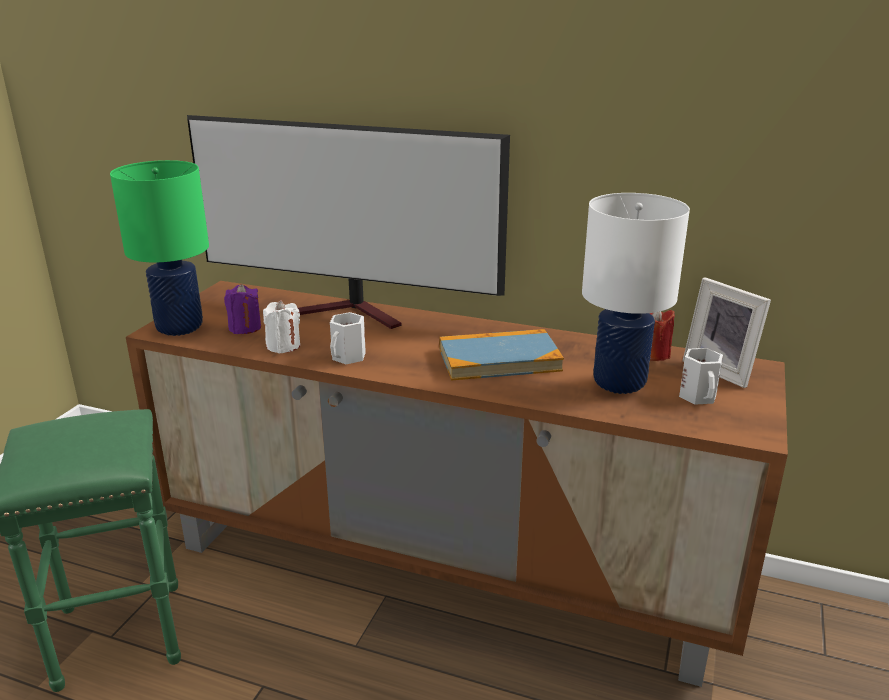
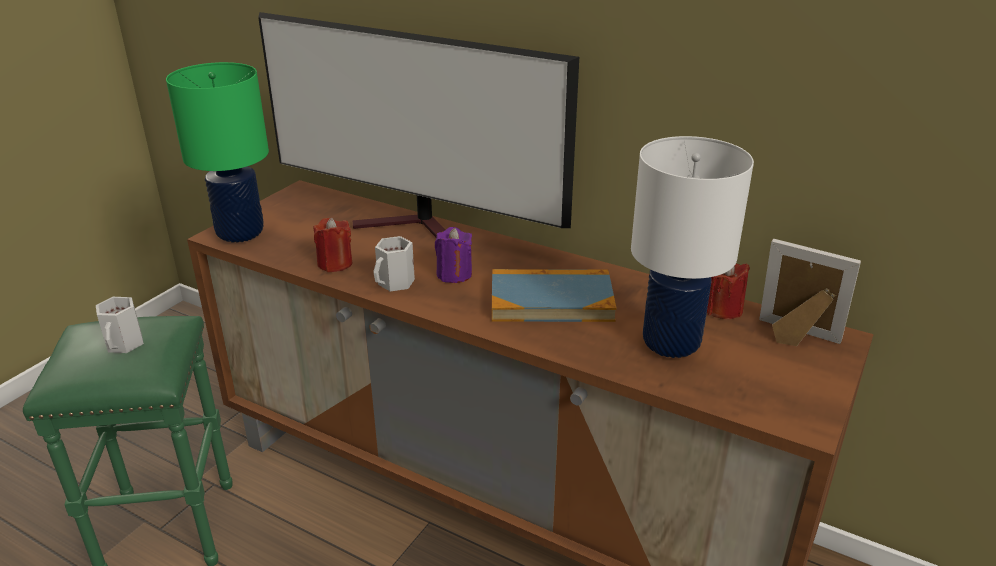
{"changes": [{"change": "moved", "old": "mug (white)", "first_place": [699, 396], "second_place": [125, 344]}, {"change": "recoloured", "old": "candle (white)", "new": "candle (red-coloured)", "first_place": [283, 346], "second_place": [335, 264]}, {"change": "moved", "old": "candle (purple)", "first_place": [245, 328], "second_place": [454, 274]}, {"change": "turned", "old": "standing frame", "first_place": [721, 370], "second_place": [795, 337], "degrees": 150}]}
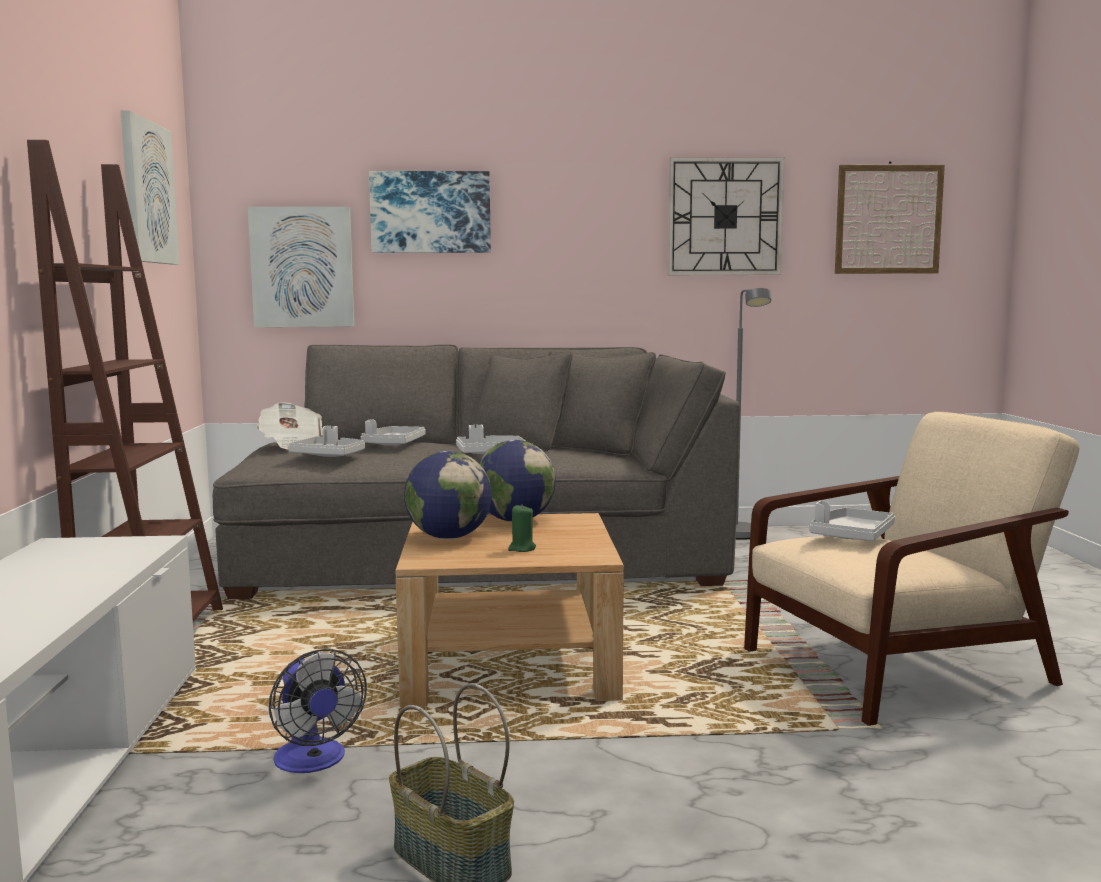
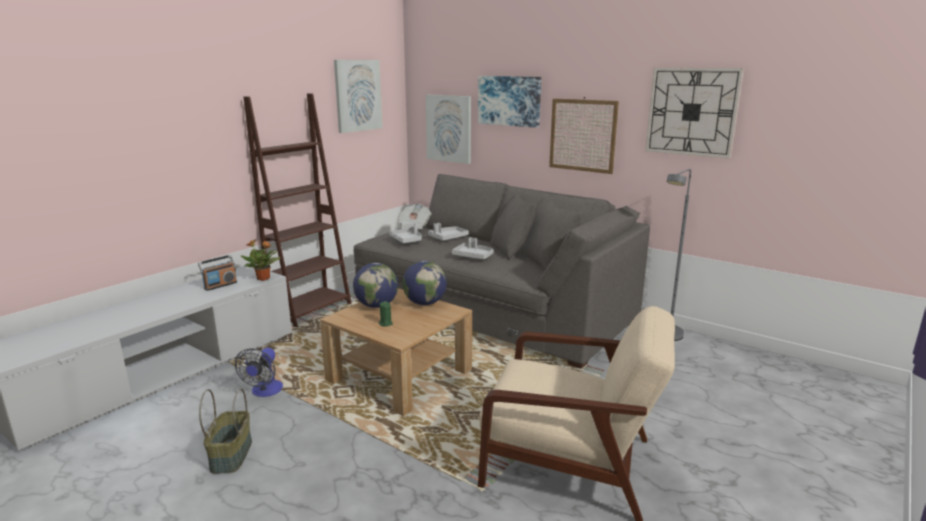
{"changes": [{"change": "added", "new": "radio receiver", "second_place": [220, 285]}, {"change": "added", "new": "houseplant", "second_place": [264, 278]}, {"change": "moved", "old": "wall art", "first_place": [888, 217], "second_place": [583, 134]}, {"change": "removed", "old": "serving tray (grey)", "first_place": [852, 536]}]}
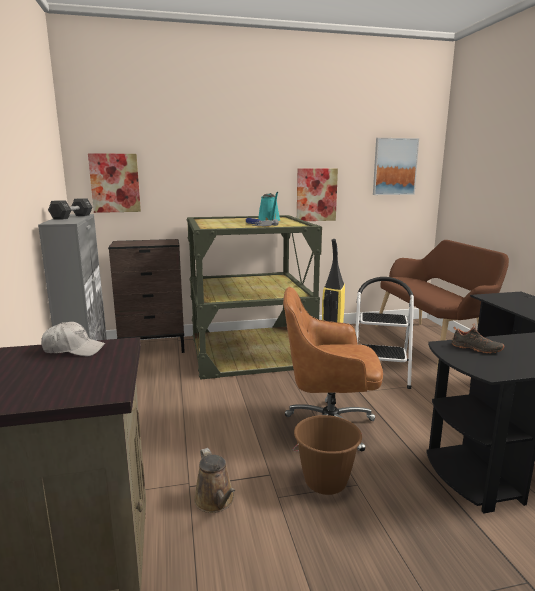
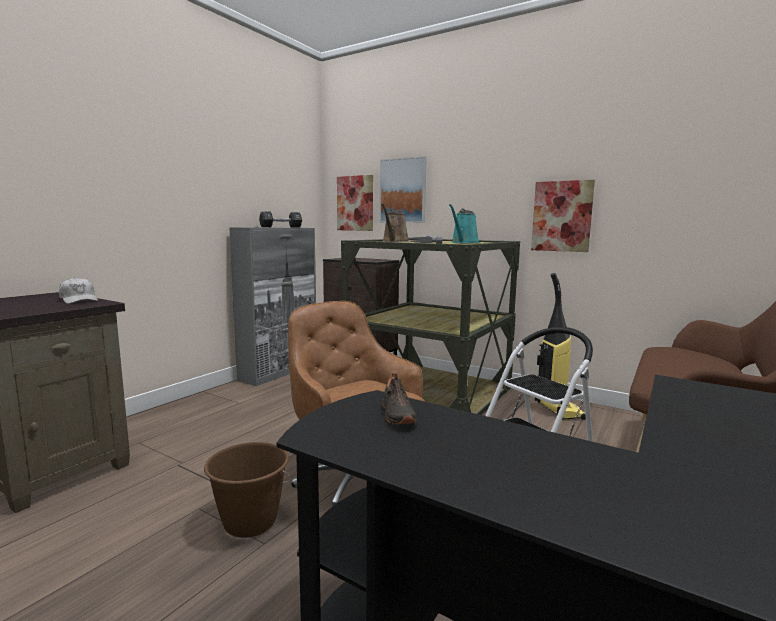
{"changes": [{"change": "moved", "old": "wall art", "first_place": [394, 166], "second_place": [403, 190]}, {"change": "moved", "old": "watering pot (brown)", "first_place": [216, 501], "second_place": [394, 241]}]}
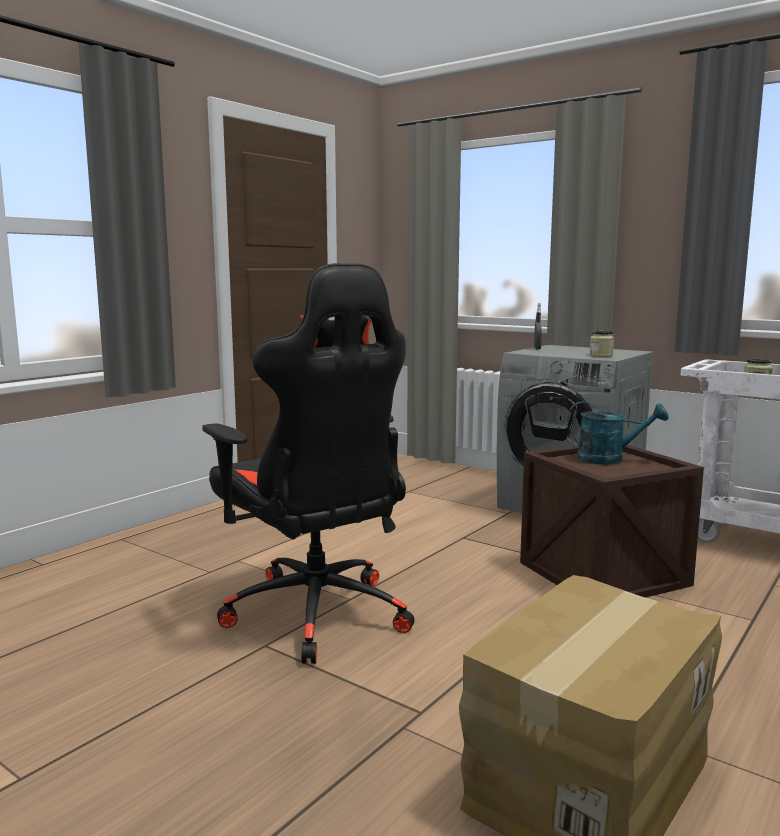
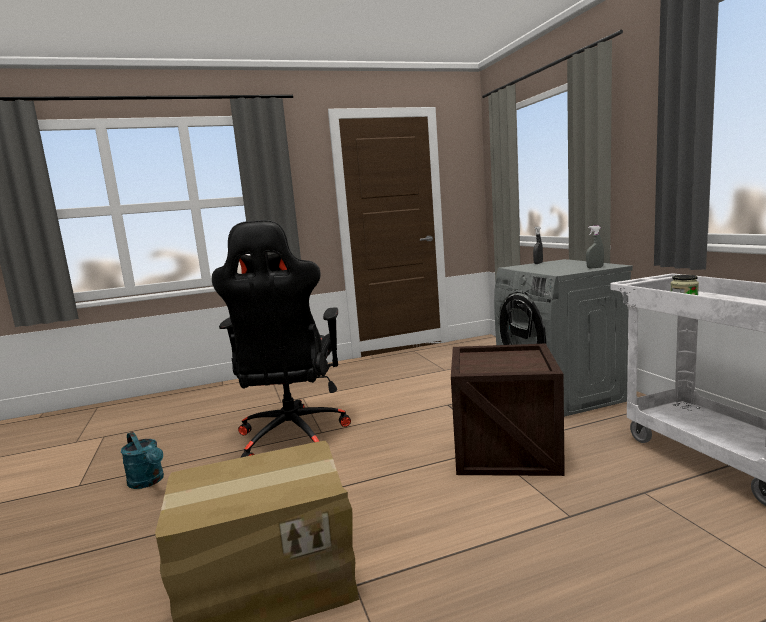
{"changes": [{"change": "moved", "old": "watering pot (turquoise-coloured)", "first_place": [609, 459], "second_place": [148, 482]}, {"change": "added", "new": "sprayer (grey)", "second_place": [595, 268]}, {"change": "removed", "old": "preserve jar", "first_place": [601, 355]}]}
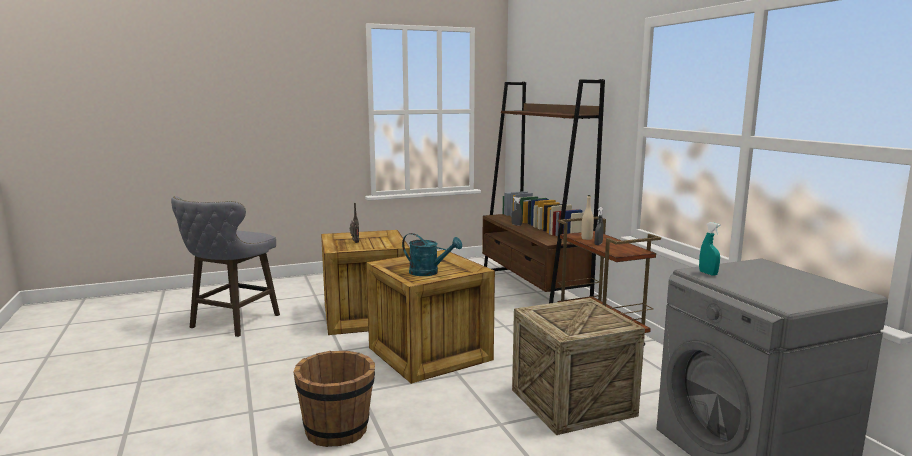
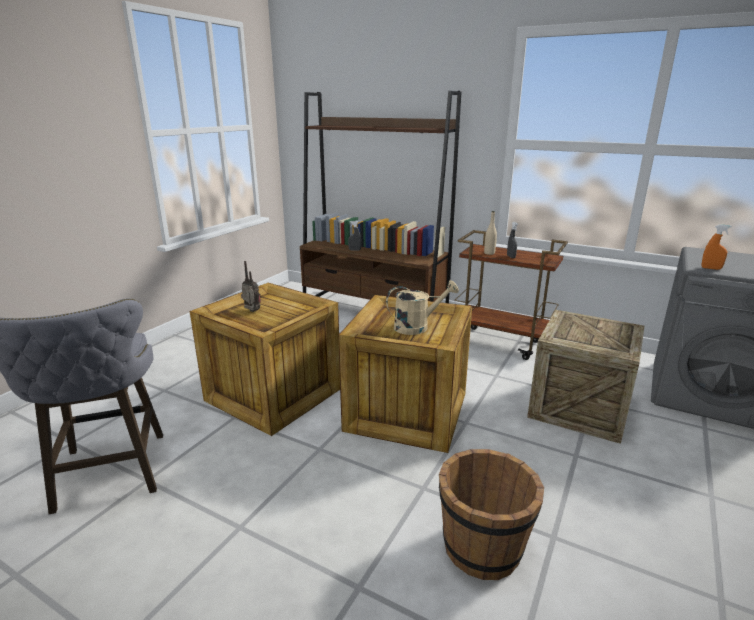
{"changes": [{"change": "recoloured", "old": "watering pot (turquoise-coloured)", "new": "watering pot (sand-coloured)", "first_place": [429, 272], "second_place": [417, 326]}, {"change": "recoloured", "old": "sprayer (turquoise-coloured)", "new": "sprayer (orange-coloured)", "first_place": [708, 273], "second_place": [711, 268]}]}
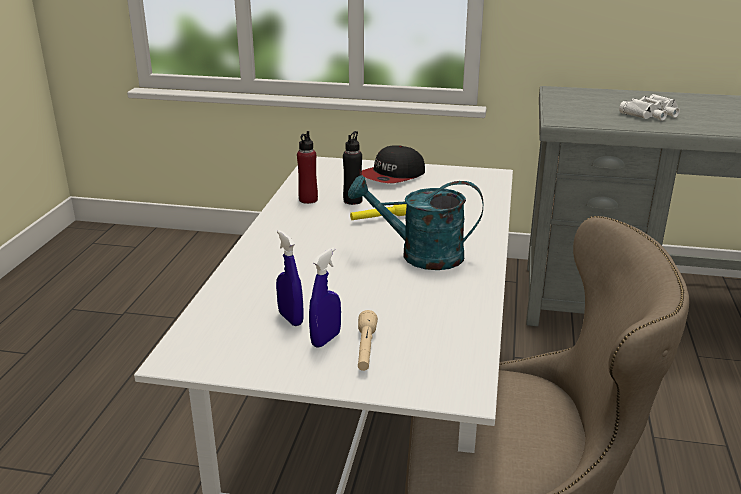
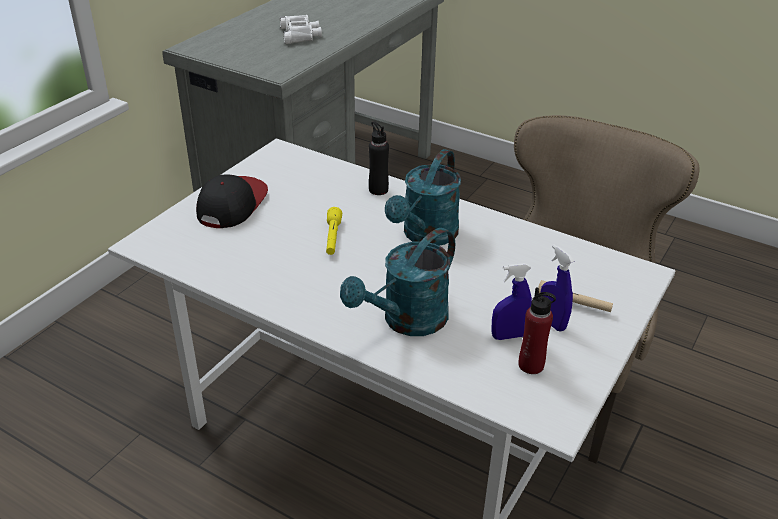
{"changes": [{"change": "turned", "old": "cap", "first_place": [392, 176], "second_place": [232, 204], "degrees": -135}, {"change": "added", "new": "watering pot (turquoise-coloured)", "second_place": [406, 321]}, {"change": "moved", "old": "beverage bottle (blackish)", "first_place": [353, 200], "second_place": [378, 190]}, {"change": "moved", "old": "beverage bottle (red-coloured)", "first_place": [308, 200], "second_place": [531, 365]}]}
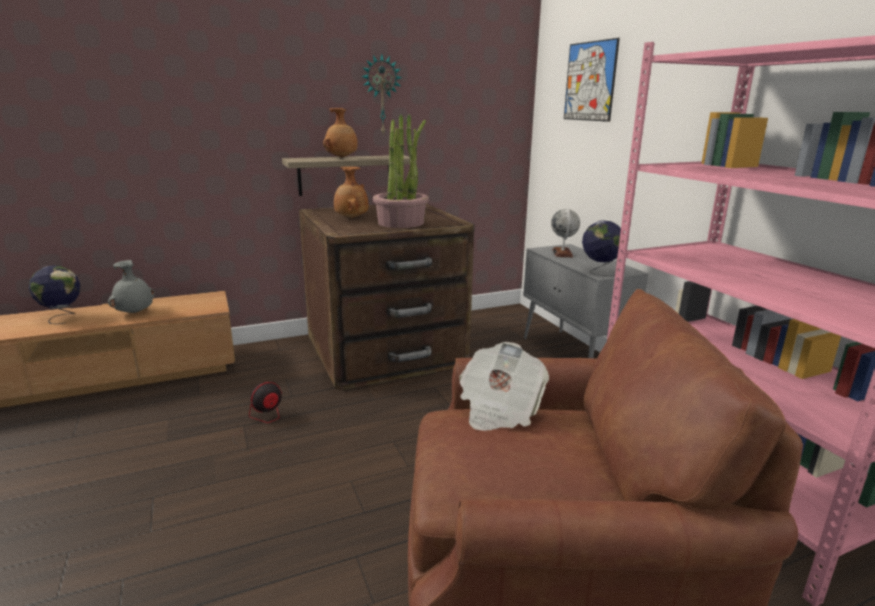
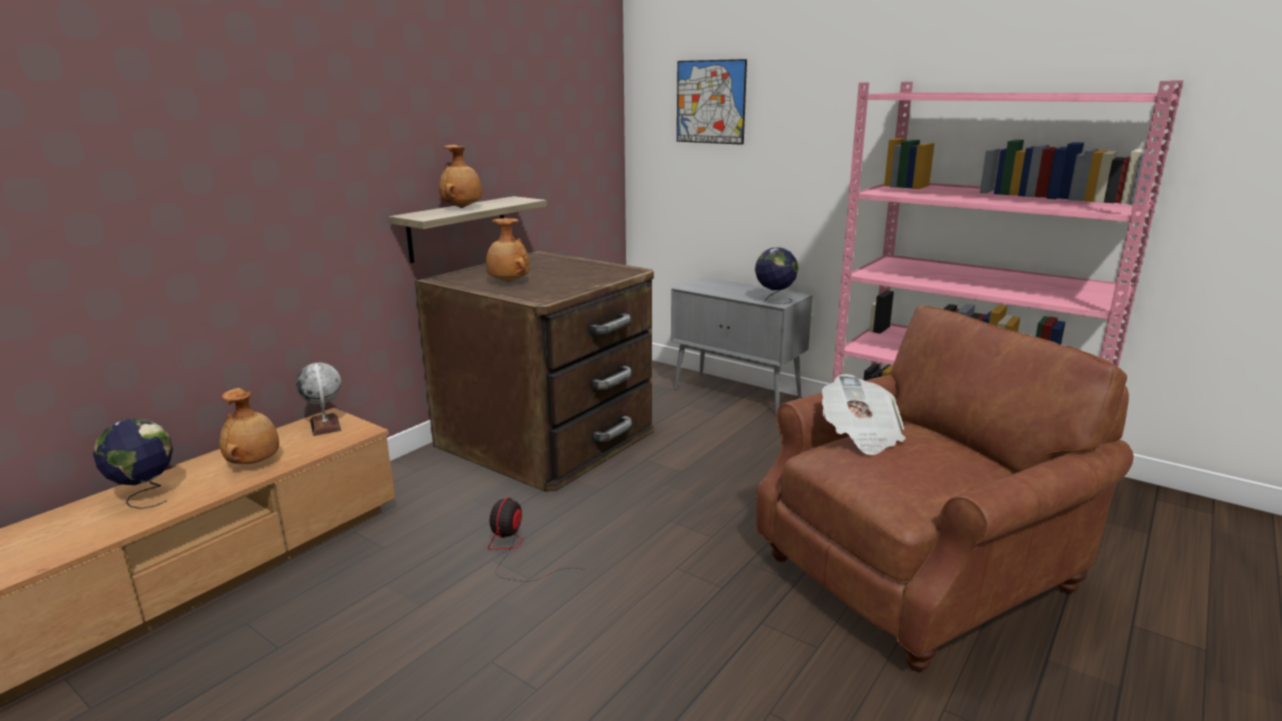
{"changes": [{"change": "recoloured", "old": "decorative vase (grey)", "new": "decorative vase (brown)", "first_place": [135, 313], "second_place": [255, 462]}, {"change": "moved", "old": "desk globe", "first_place": [562, 253], "second_place": [325, 425]}, {"change": "removed", "old": "clock on the wall", "first_place": [381, 95]}, {"change": "removed", "old": "houseplant", "first_place": [401, 223]}]}
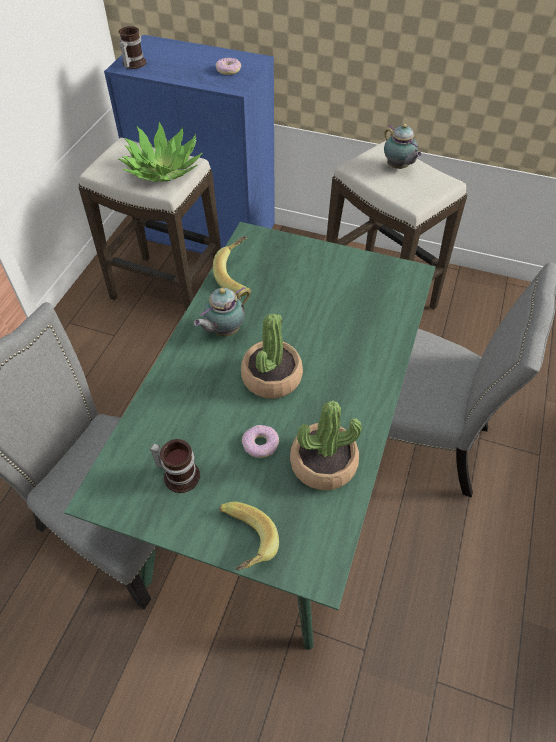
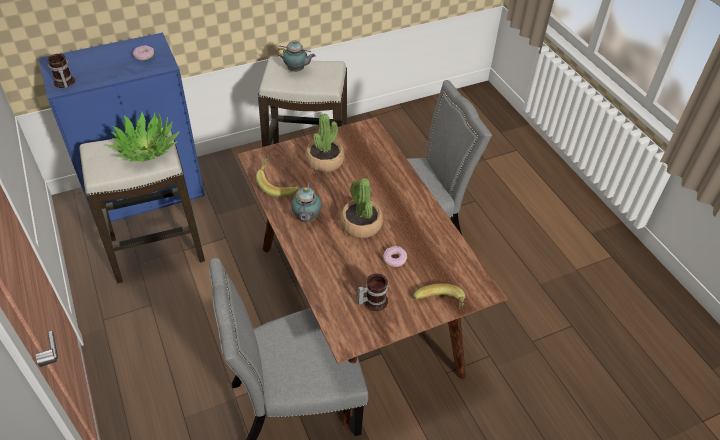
{"changes": [{"change": "recoloured", "old": "dining table (green)", "new": "dining table (brown)", "first_place": [276, 473], "second_place": [354, 308]}, {"change": "moved", "old": "houseplant", "first_place": [323, 463], "second_place": [325, 161]}]}
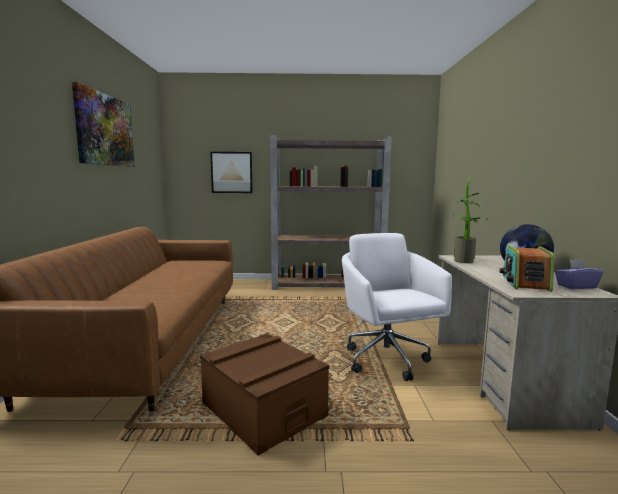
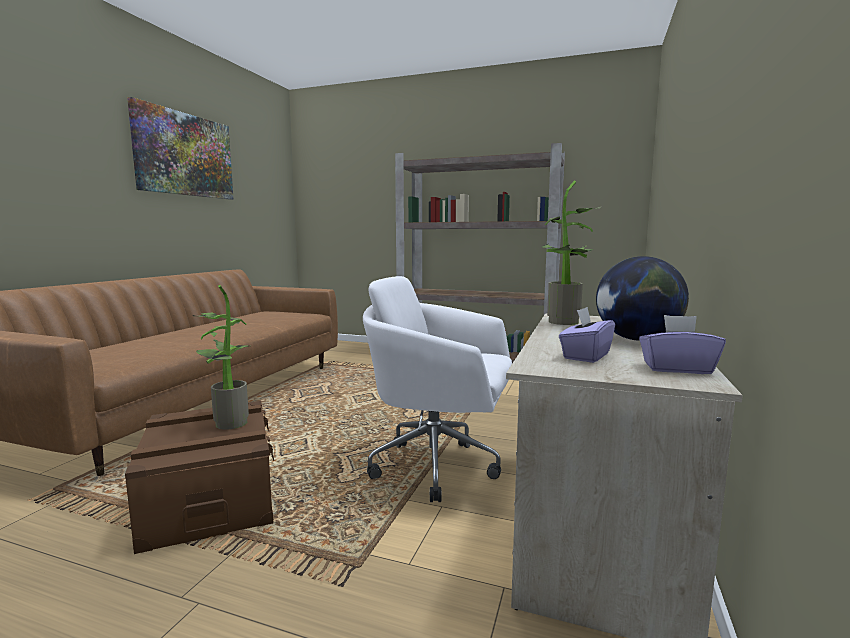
{"changes": [{"change": "added", "new": "houseplant", "second_place": [227, 422]}, {"change": "turned", "old": "desk chair (white)", "first_place": [388, 362], "second_place": [440, 468], "degrees": -75}, {"change": "replaced", "old": "radio receiver", "new": "tissue box (purple)", "first_place": [524, 283], "second_place": [585, 356]}, {"change": "removed", "old": "wall art", "first_place": [231, 172]}]}
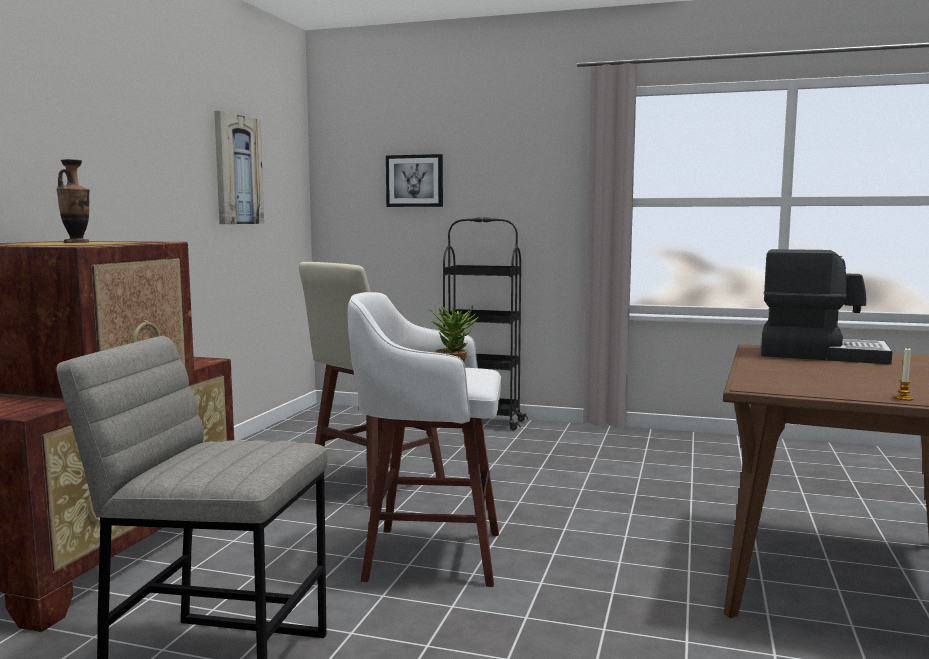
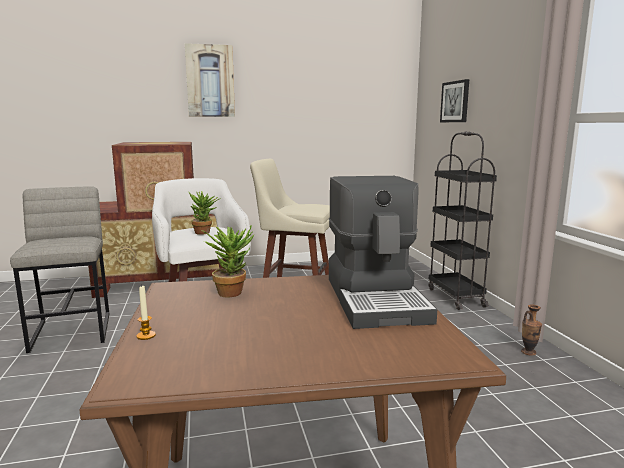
{"changes": [{"change": "moved", "old": "wall art", "first_place": [237, 170], "second_place": [210, 81]}, {"change": "added", "new": "houseplant", "second_place": [232, 291]}, {"change": "moved", "old": "decorative vase", "first_place": [76, 242], "second_place": [528, 352]}]}
